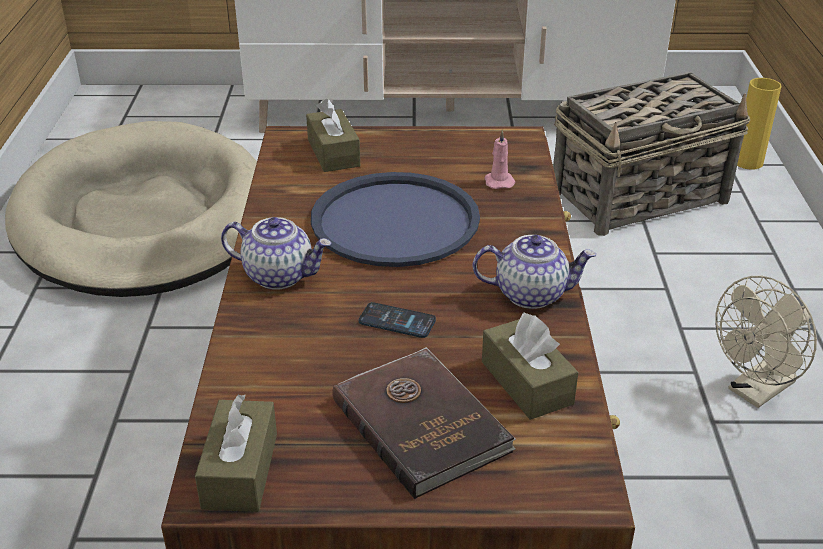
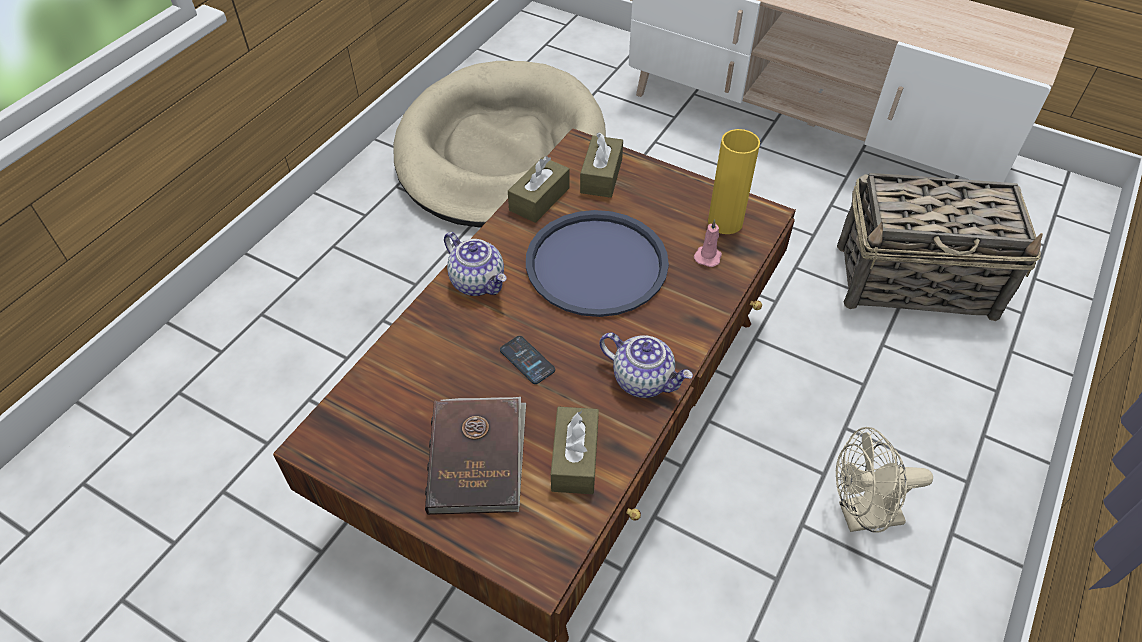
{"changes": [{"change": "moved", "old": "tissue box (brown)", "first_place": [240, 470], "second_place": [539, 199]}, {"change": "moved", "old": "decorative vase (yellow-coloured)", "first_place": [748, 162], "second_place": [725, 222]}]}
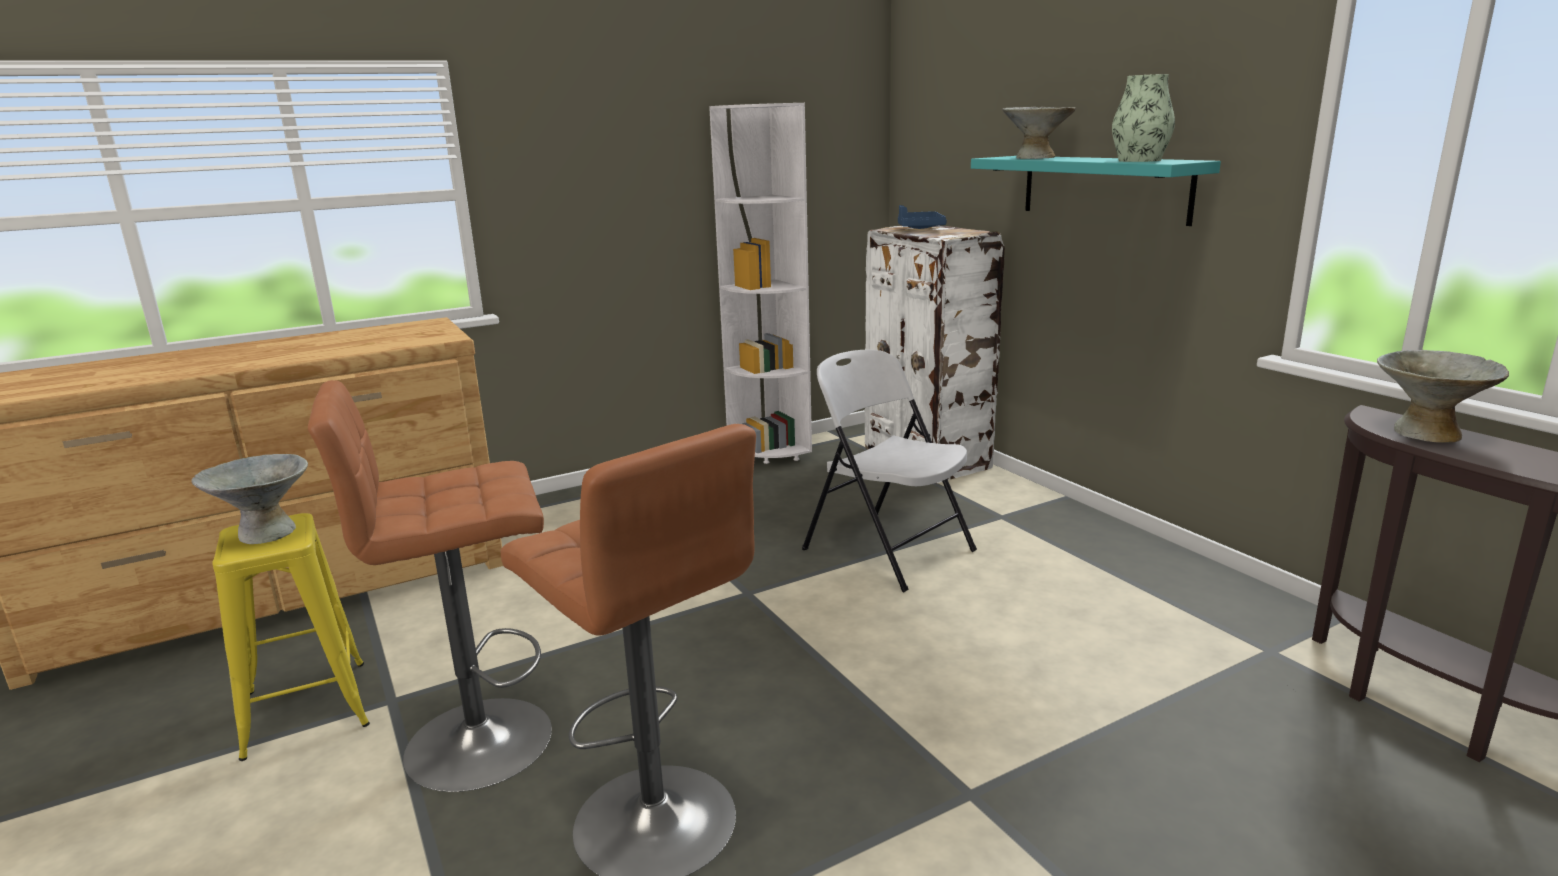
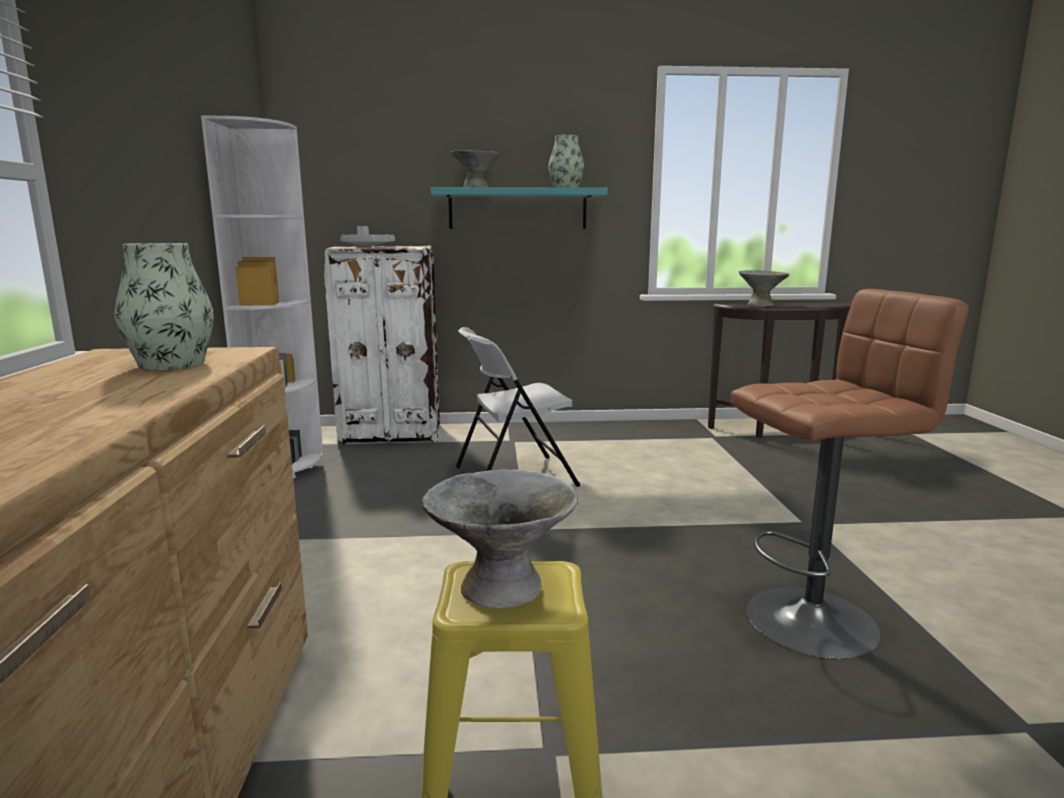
{"changes": [{"change": "added", "new": "decorative vase", "second_place": [172, 364]}, {"change": "recoloured", "old": "serving tray (blue)", "new": "serving tray (grey)", "first_place": [919, 228], "second_place": [366, 246]}, {"change": "removed", "old": "stool (brown)", "first_place": [477, 743]}]}
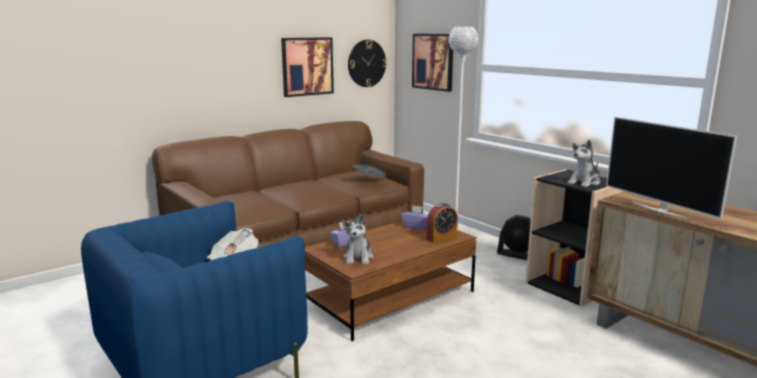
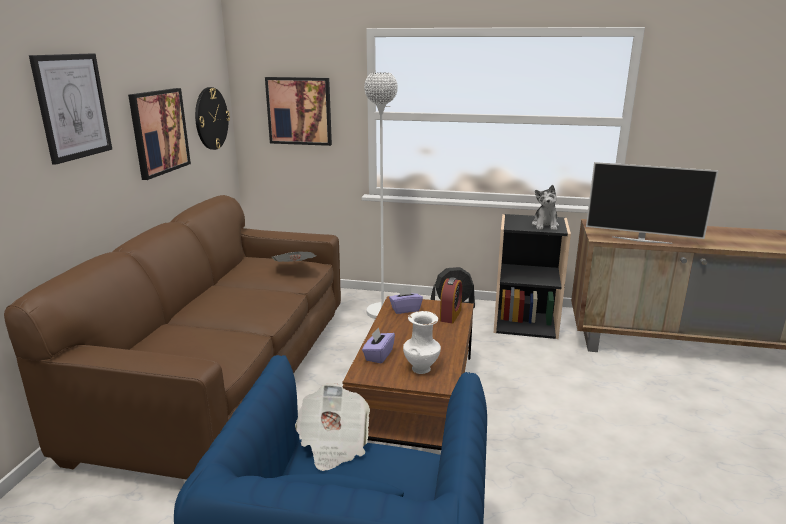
{"changes": [{"change": "added", "new": "wall art", "second_place": [72, 107]}, {"change": "replaced", "old": "soft toy", "new": "decorative vase (white)", "first_place": [358, 258], "second_place": [421, 368]}]}
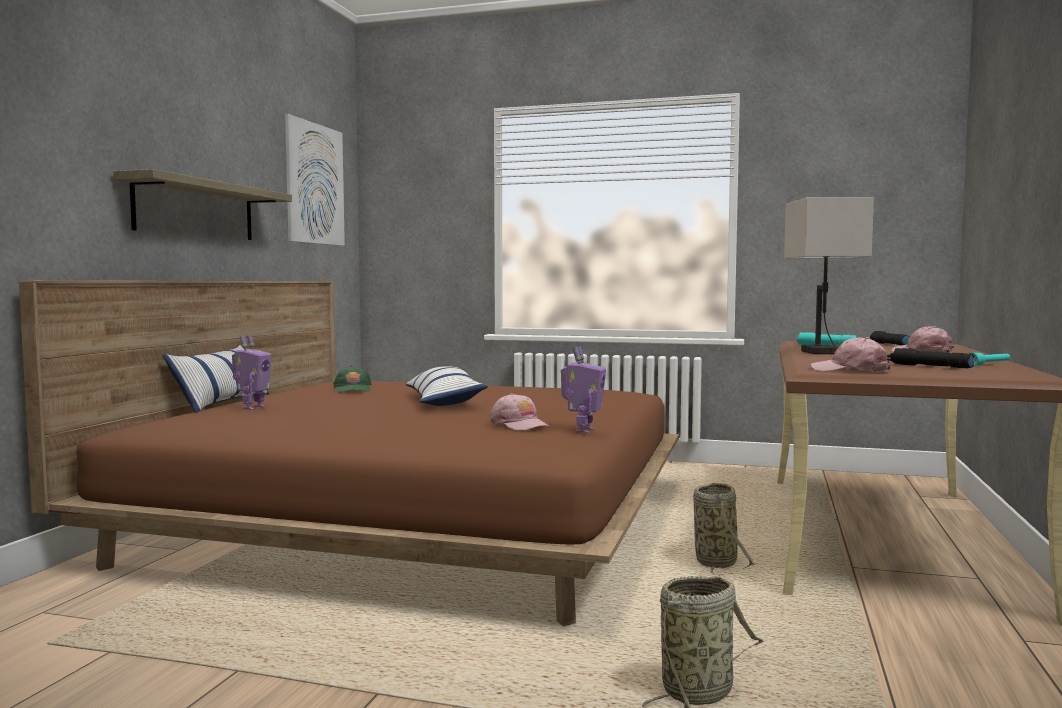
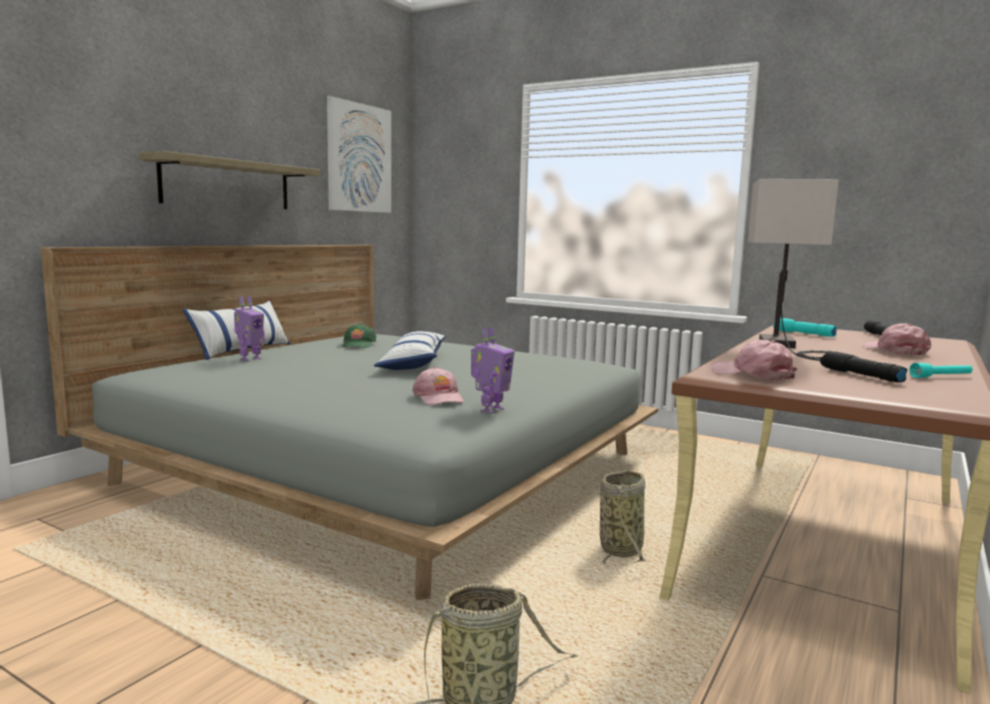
{"changes": [{"change": "recoloured", "old": "bed (brown)", "new": "bed (grey)", "first_place": [418, 520], "second_place": [388, 467]}]}
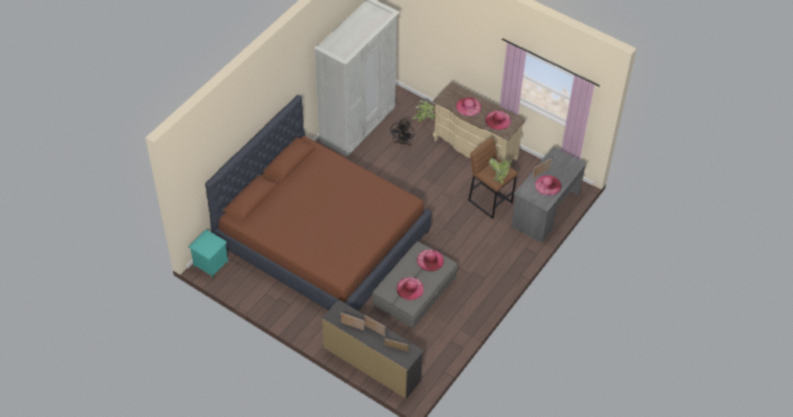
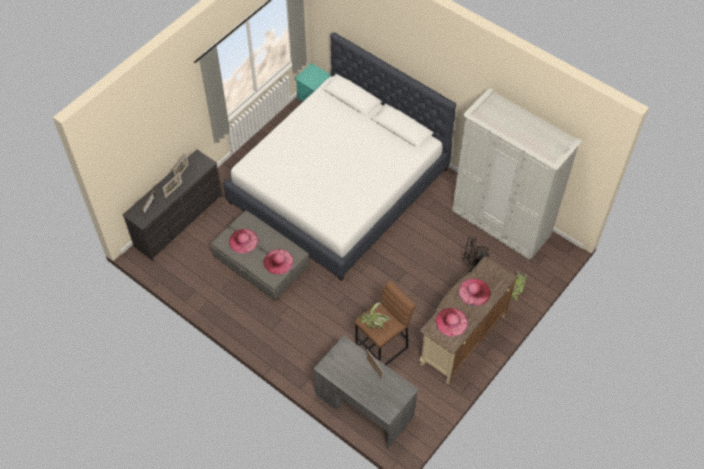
{"changes": [{"change": "recoloured", "old": "bed (brown)", "new": "bed (white)", "first_place": [322, 238], "second_place": [339, 185]}, {"change": "removed", "old": "wearable hat (pink)", "first_place": [548, 185]}]}
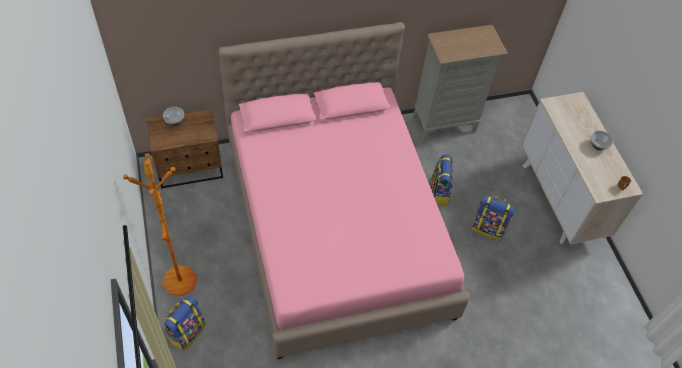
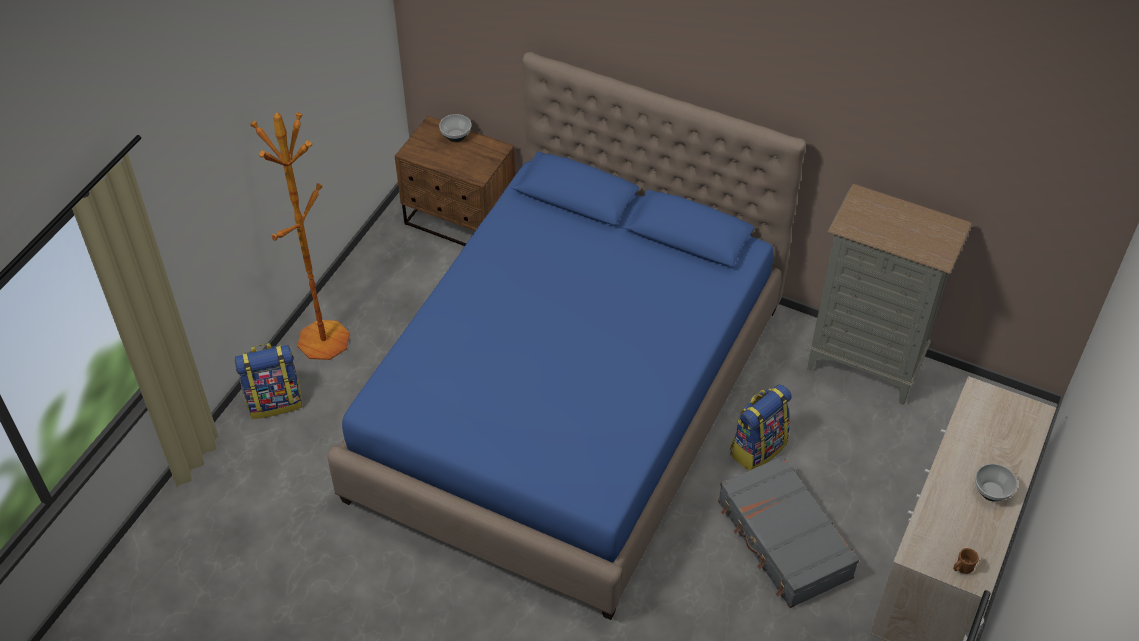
{"changes": [{"change": "recoloured", "old": "bed (pink)", "new": "bed (blue)", "first_place": [337, 226], "second_place": [570, 400]}, {"change": "replaced", "old": "rucksack", "new": "piece of luggage (grey)", "first_place": [488, 228], "second_place": [783, 540]}]}
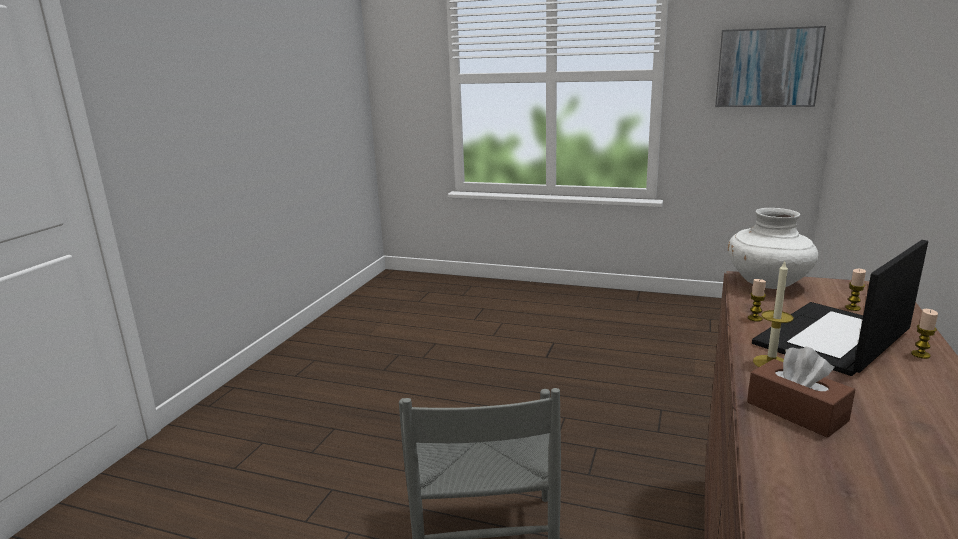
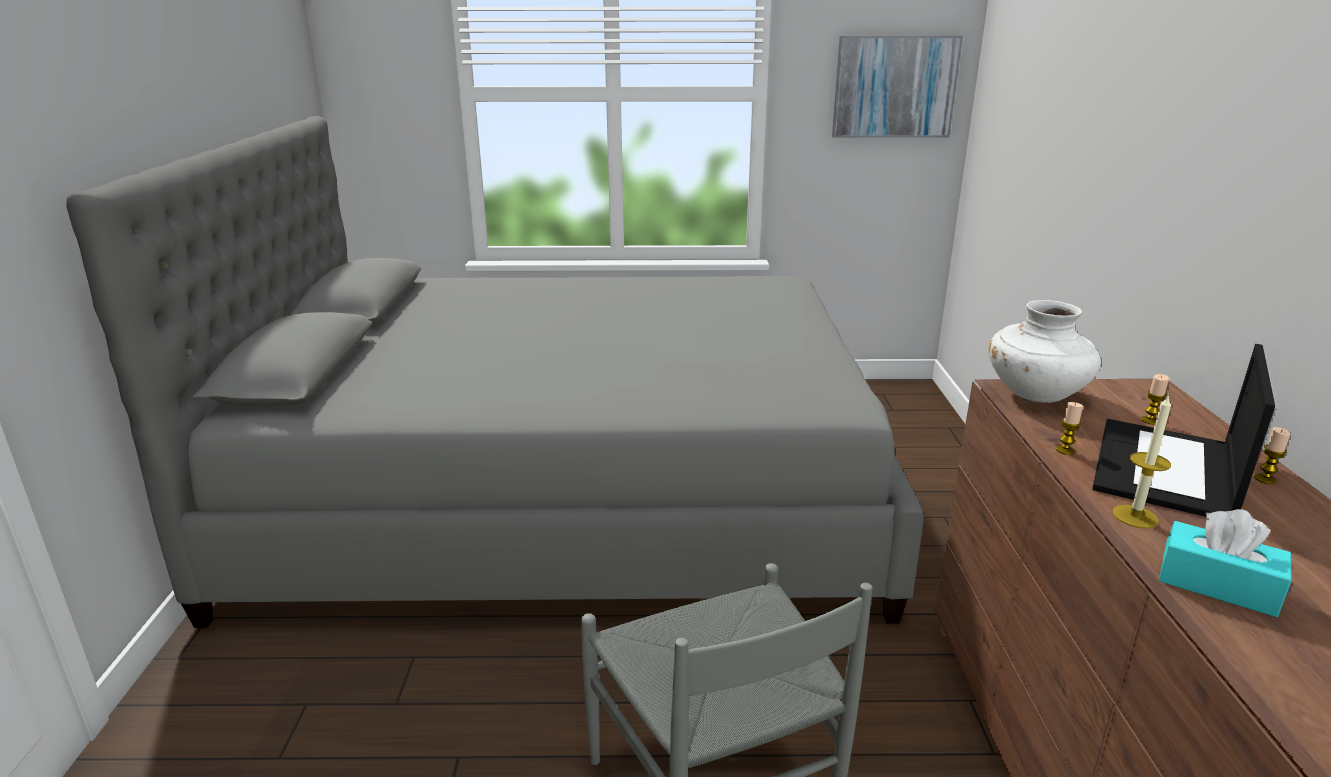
{"changes": [{"change": "added", "new": "bed (grey)", "second_place": [569, 495]}, {"change": "recoloured", "old": "tissue box (brown)", "new": "tissue box (turquoise-coloured)", "first_place": [796, 411], "second_place": [1217, 585]}]}
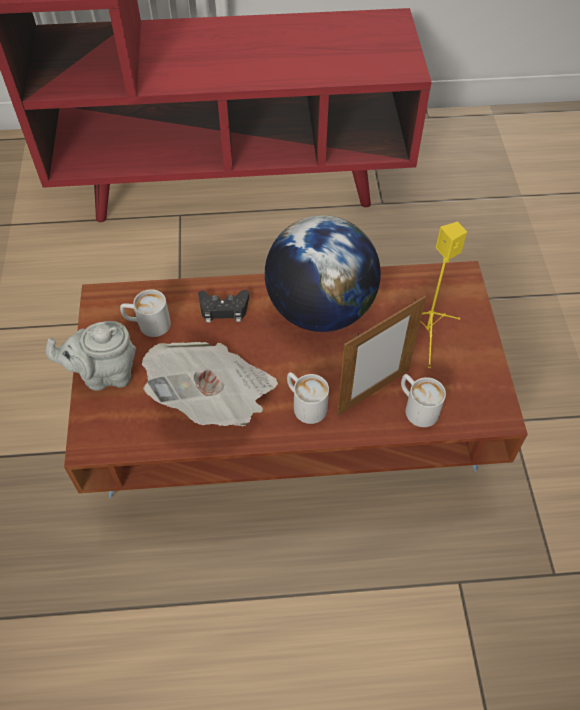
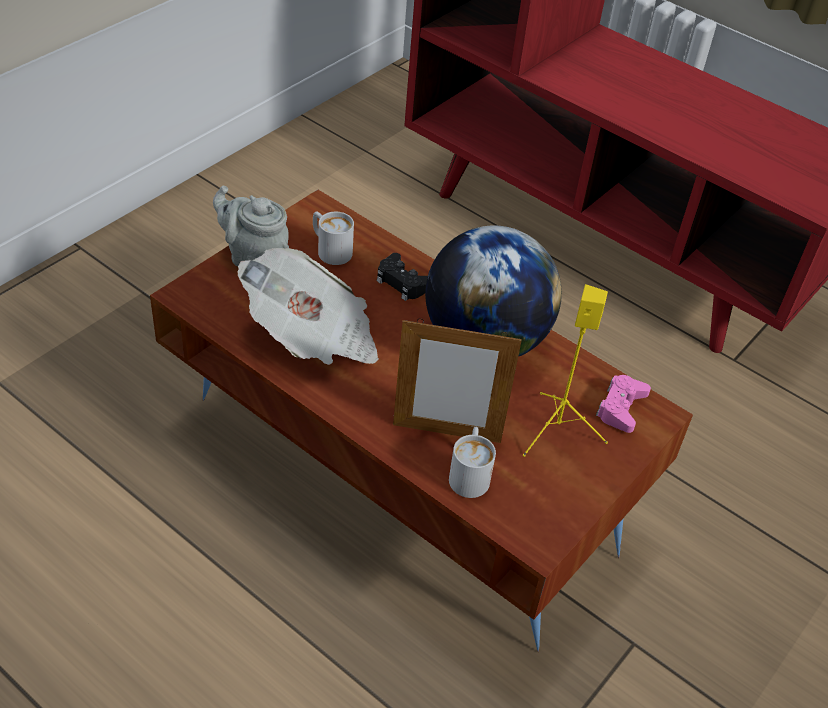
{"changes": [{"change": "added", "new": "gamepad (pink)", "second_place": [621, 408]}, {"change": "removed", "old": "mug (white)", "first_place": [304, 404]}]}
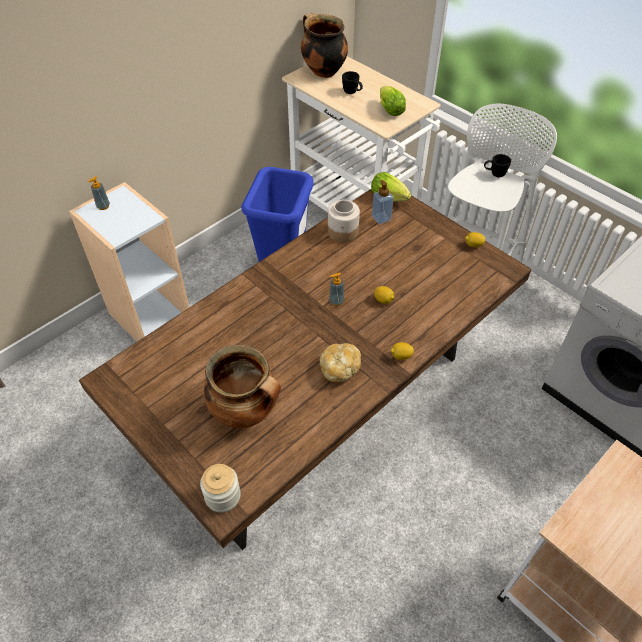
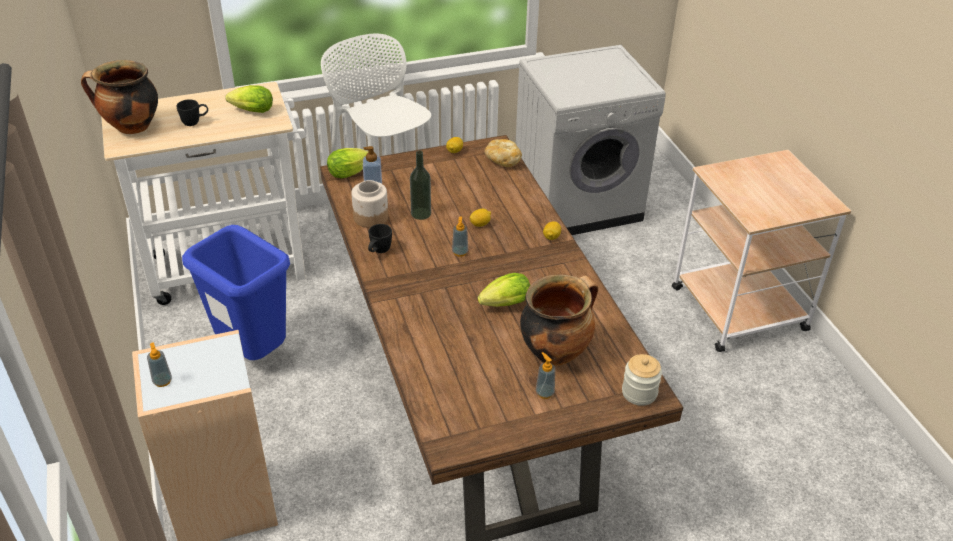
{"changes": [{"change": "moved", "old": "mug (blackish)", "first_place": [494, 174], "second_place": [379, 252]}, {"change": "added", "new": "beverage bottle", "second_place": [421, 213]}, {"change": "added", "new": "lettuce head", "second_place": [502, 305]}, {"change": "moved", "old": "bakery bread", "first_place": [340, 368], "second_place": [502, 160]}, {"change": "added", "new": "liquid soap bottle", "second_place": [544, 393]}]}
